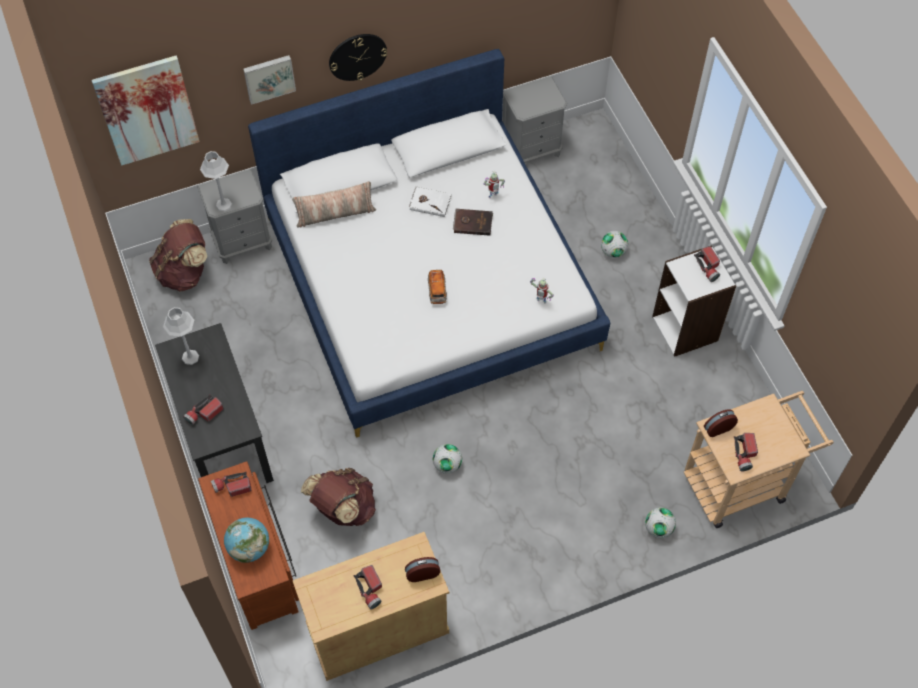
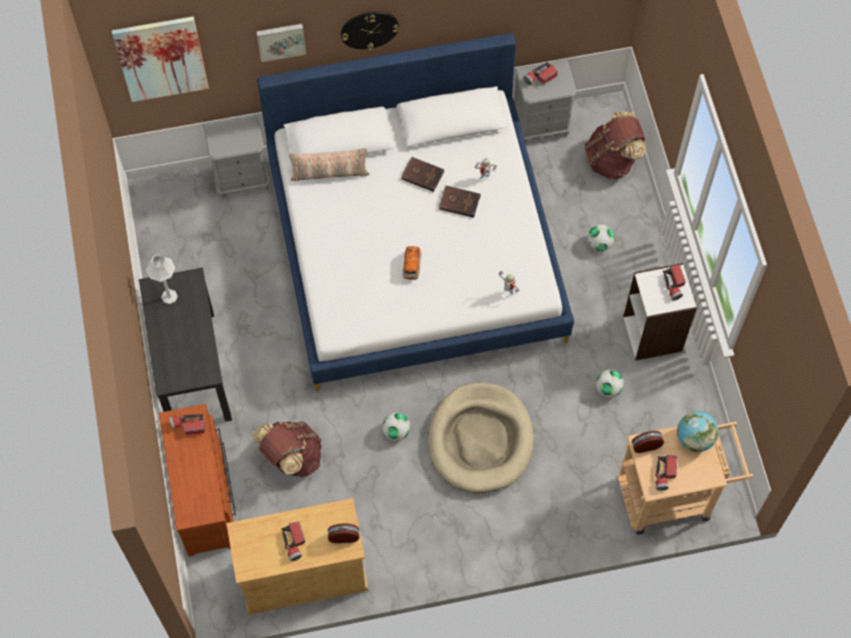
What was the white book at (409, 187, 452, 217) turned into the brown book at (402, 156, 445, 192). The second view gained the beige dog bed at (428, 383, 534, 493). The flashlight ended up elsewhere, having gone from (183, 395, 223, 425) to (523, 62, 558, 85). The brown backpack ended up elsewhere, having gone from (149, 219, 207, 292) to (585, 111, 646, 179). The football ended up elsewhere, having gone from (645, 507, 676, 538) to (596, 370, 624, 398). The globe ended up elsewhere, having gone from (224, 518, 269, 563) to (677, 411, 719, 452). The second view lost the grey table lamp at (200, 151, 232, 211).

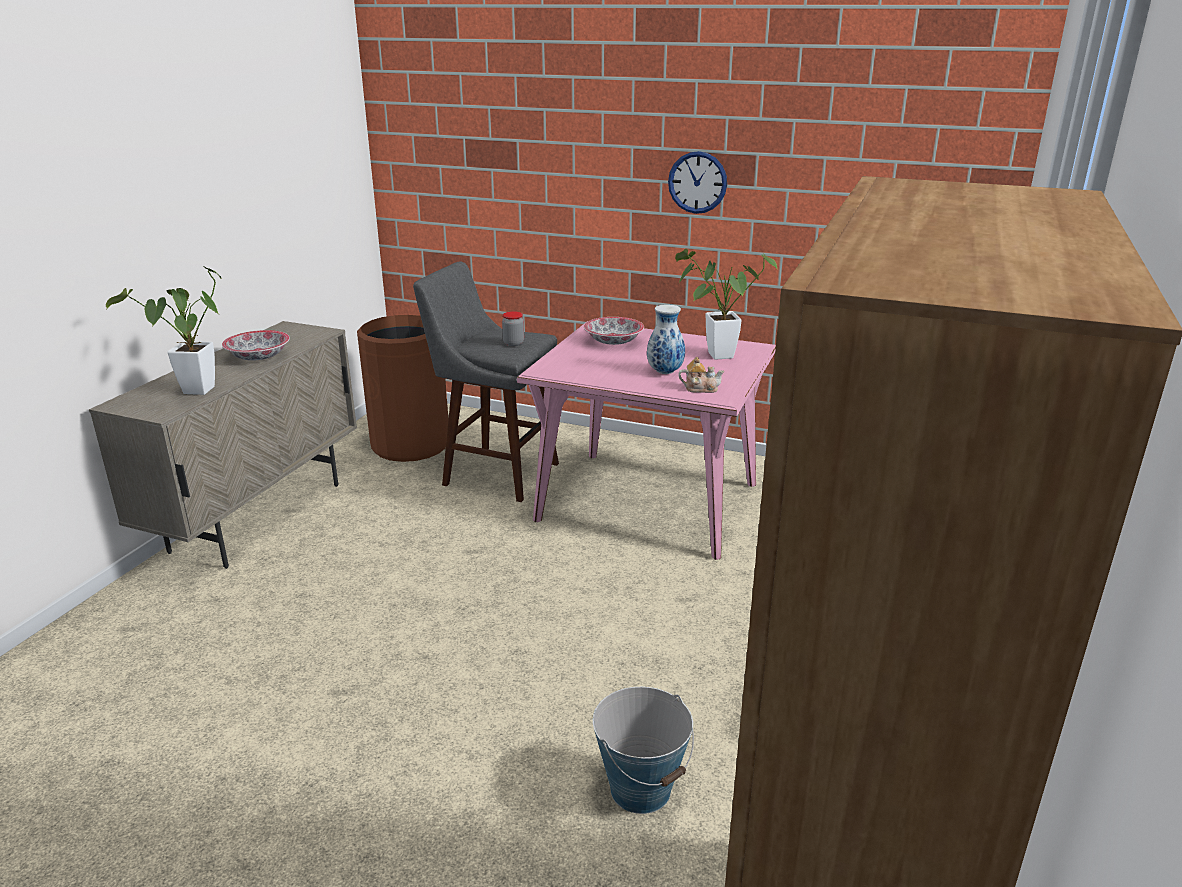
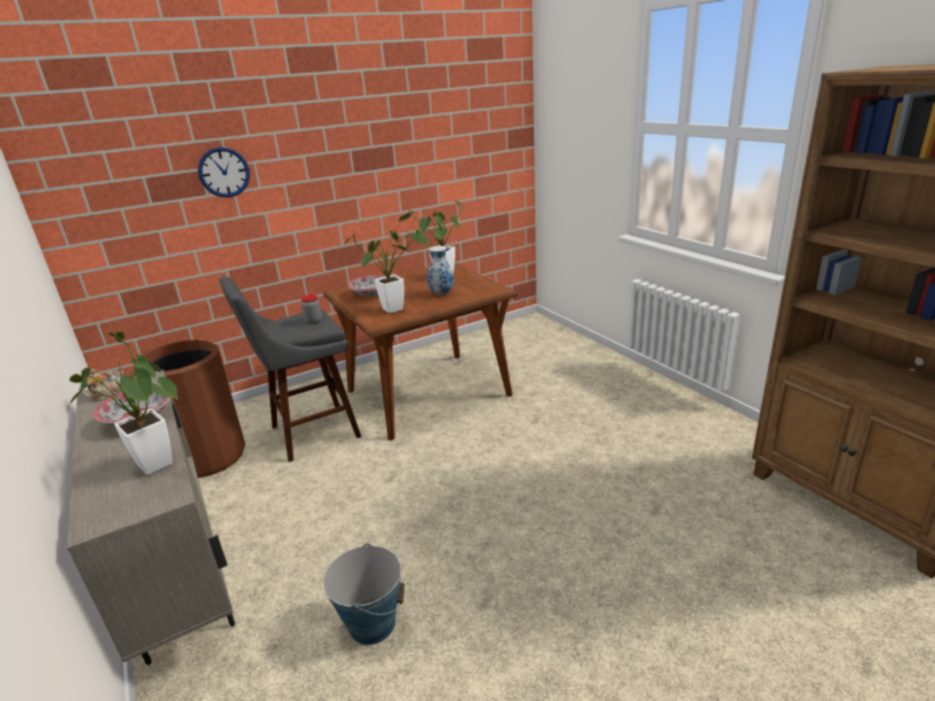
The teapot ended up elsewhere, having gone from (678, 357, 725, 393) to (79, 369, 123, 401). The wall clock ended up elsewhere, having gone from (668, 151, 727, 214) to (198, 147, 250, 197). What was the pink dining table at (517, 321, 776, 560) turned into the brown dining table at (323, 263, 517, 440). The bucket ended up elsewhere, having gone from (593, 687, 694, 814) to (323, 543, 405, 645). The second view gained the potted plant at (345, 229, 429, 313).

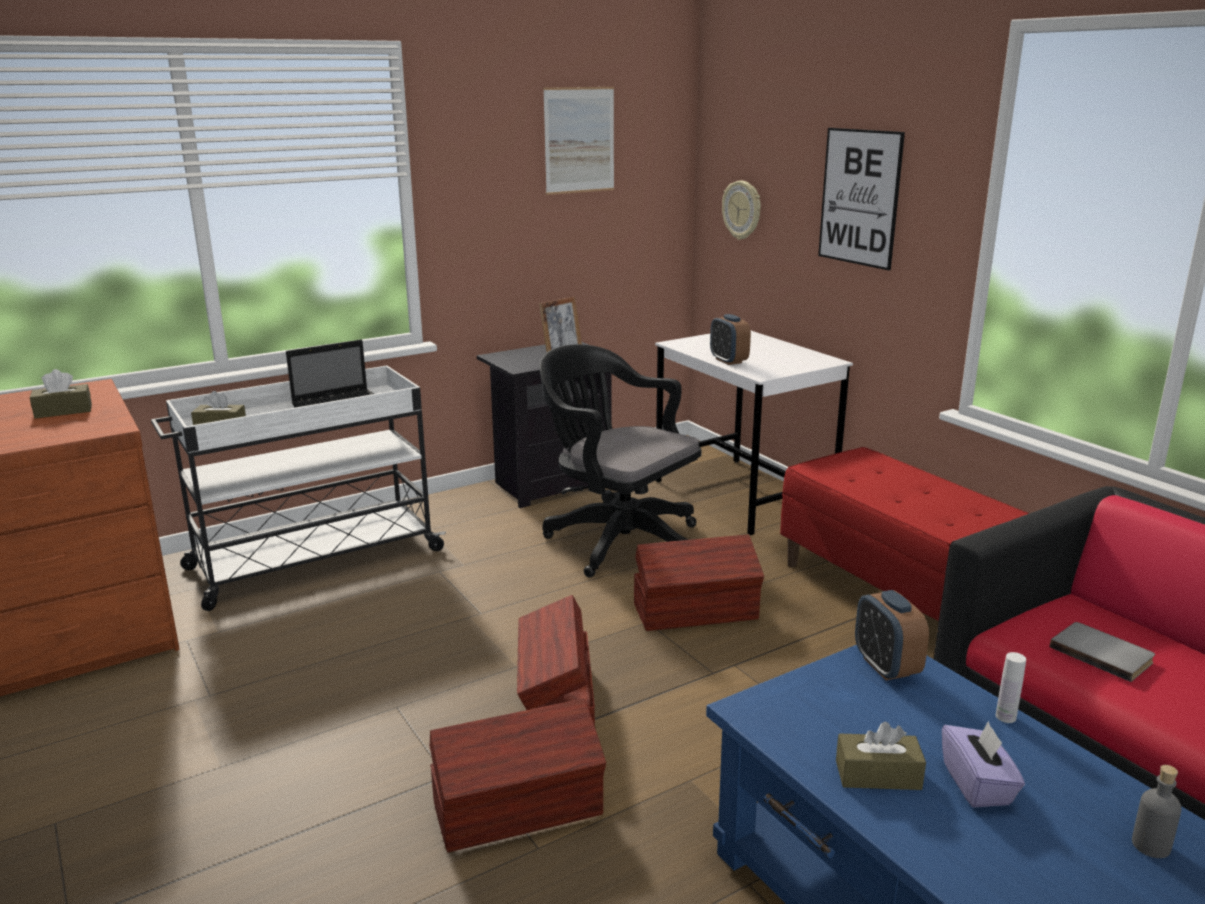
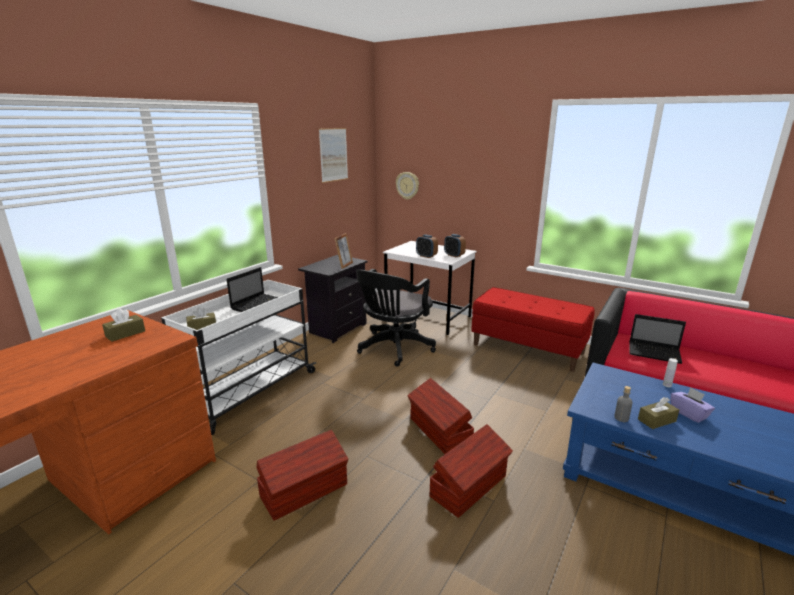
The brown storage box ended up elsewhere, having gone from (634, 534, 764, 631) to (256, 430, 348, 521). The black office chair at (540, 344, 701, 577) ended up facing another way, 75 degrees counterclockwise from before. The alarm clock ended up elsewhere, having gone from (855, 590, 929, 680) to (444, 234, 466, 257). The grey bottle ended up elsewhere, having gone from (1132, 765, 1182, 858) to (614, 386, 633, 422). Where the grey book stood at (1050, 622, 1155, 682), the laptop came to stand at (629, 314, 686, 364). The second view lost the picture at (818, 128, 905, 270).

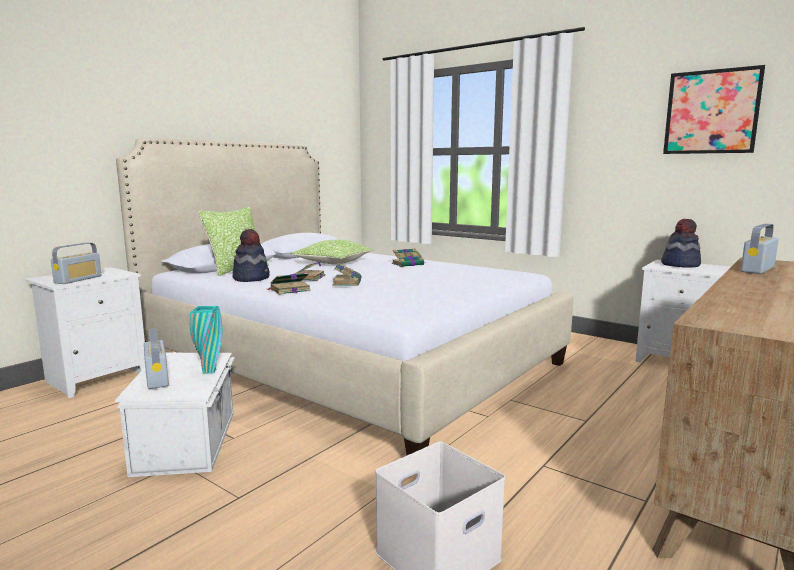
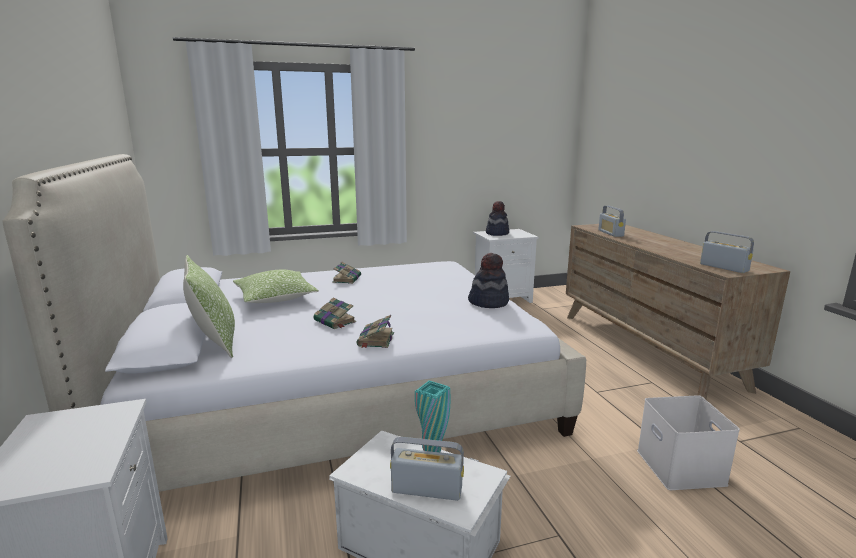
The hat ended up elsewhere, having gone from (233, 229, 270, 282) to (468, 253, 509, 308). The radio ended up elsewhere, having gone from (51, 243, 102, 284) to (700, 231, 754, 273). The second view lost the book at (332, 263, 361, 286). The second view lost the picture at (663, 65, 765, 154).

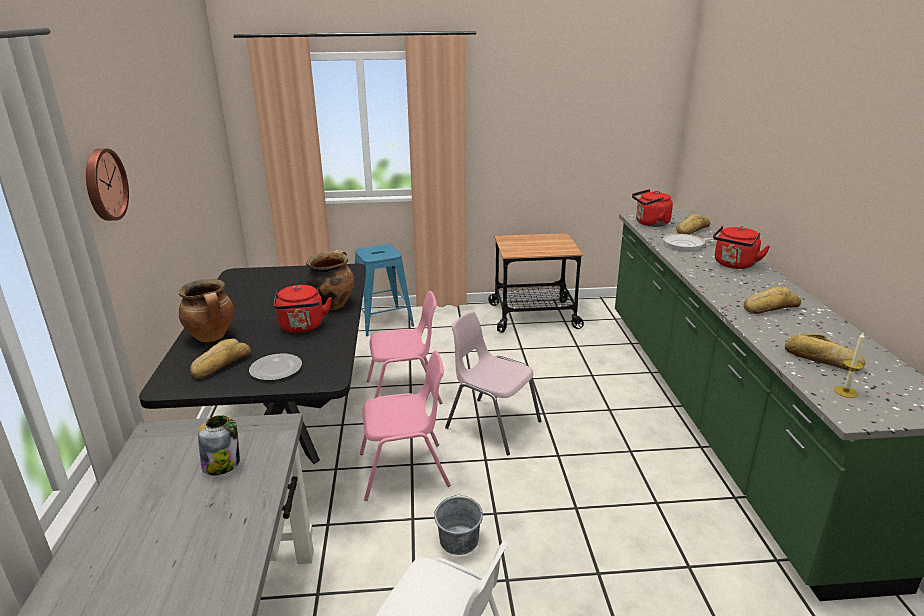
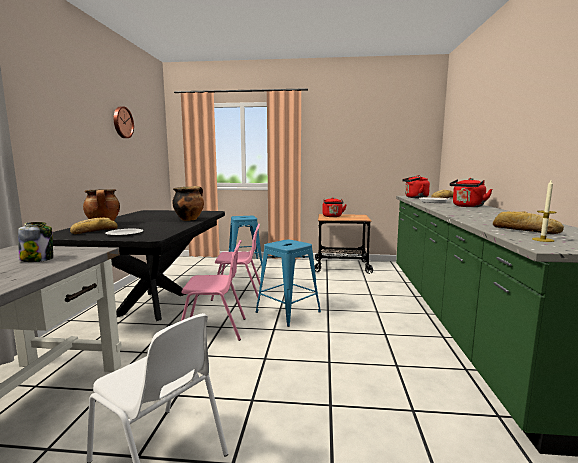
The wall clock ended up elsewhere, having gone from (86, 149, 129, 221) to (114, 107, 134, 138). Where the pink chair stood at (445, 311, 541, 455), the blue stool came to stand at (256, 239, 321, 327). The red kettle ended up elsewhere, having gone from (274, 285, 332, 333) to (322, 197, 347, 217). The second view lost the grey bucket at (434, 495, 483, 555). The second view lost the bread at (744, 286, 801, 314).

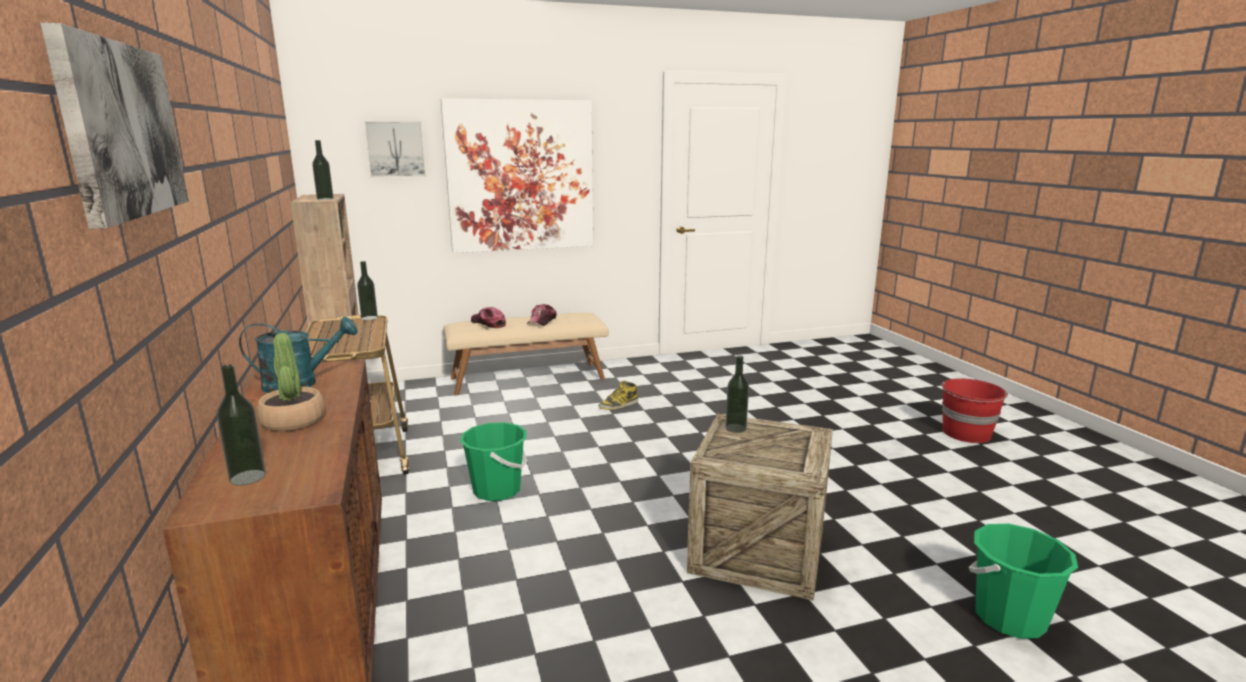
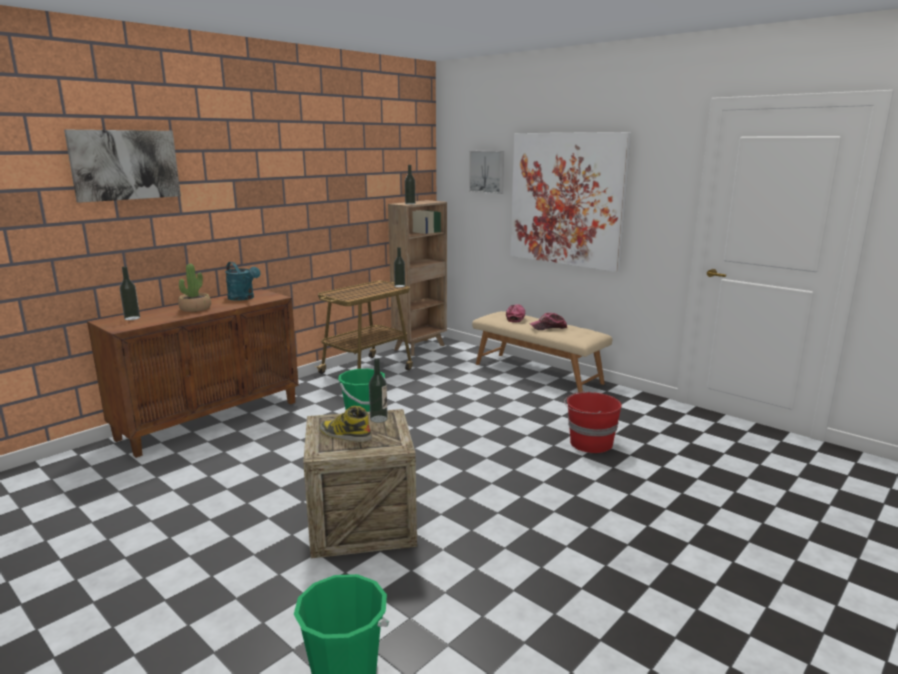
The boot ended up elsewhere, having gone from (598, 381, 638, 410) to (319, 406, 372, 442). The red bucket ended up elsewhere, having gone from (941, 378, 1008, 443) to (564, 391, 622, 453).

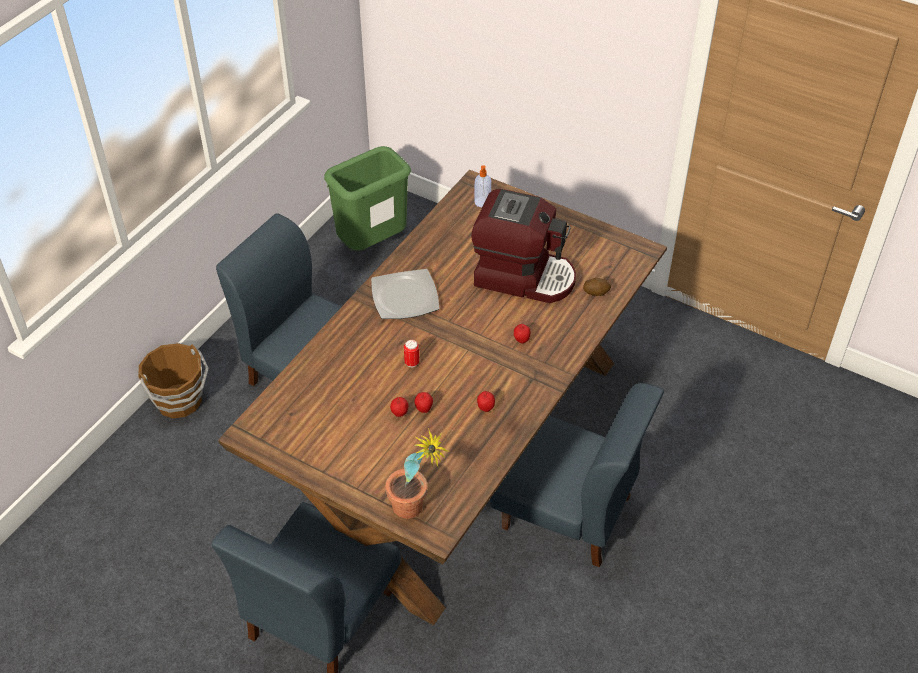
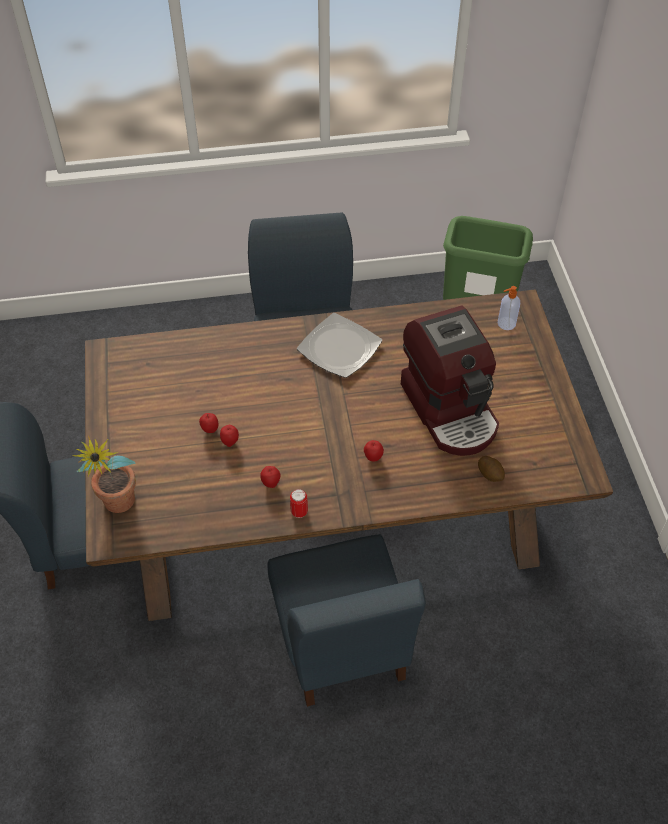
The can ended up elsewhere, having gone from (404, 340, 420, 367) to (290, 489, 308, 518). The second view lost the brown bucket at (138, 343, 209, 418).

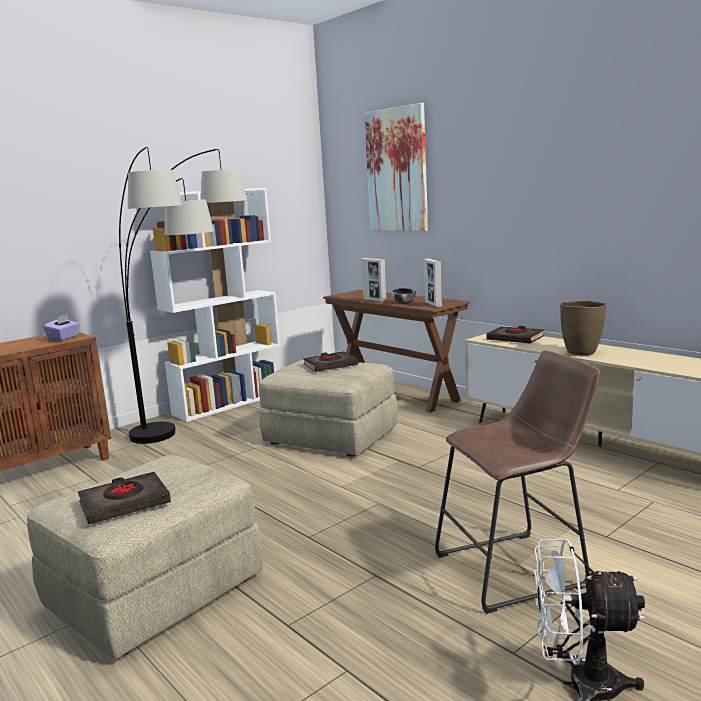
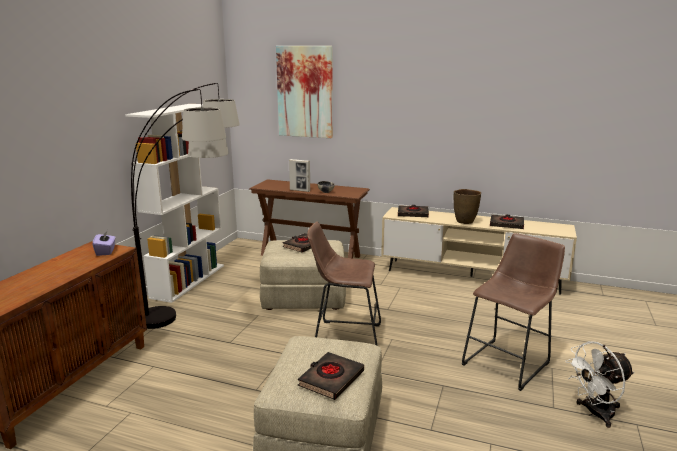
The second view gained the brown stool at (307, 222, 381, 346). The second view gained the black book at (490, 215, 524, 229). The second view lost the picture frame at (424, 259, 442, 307).

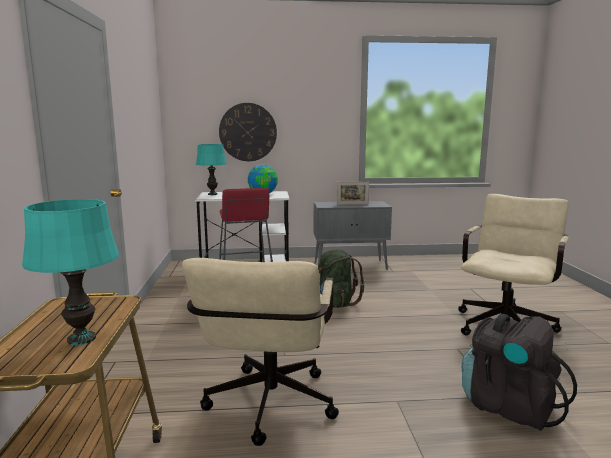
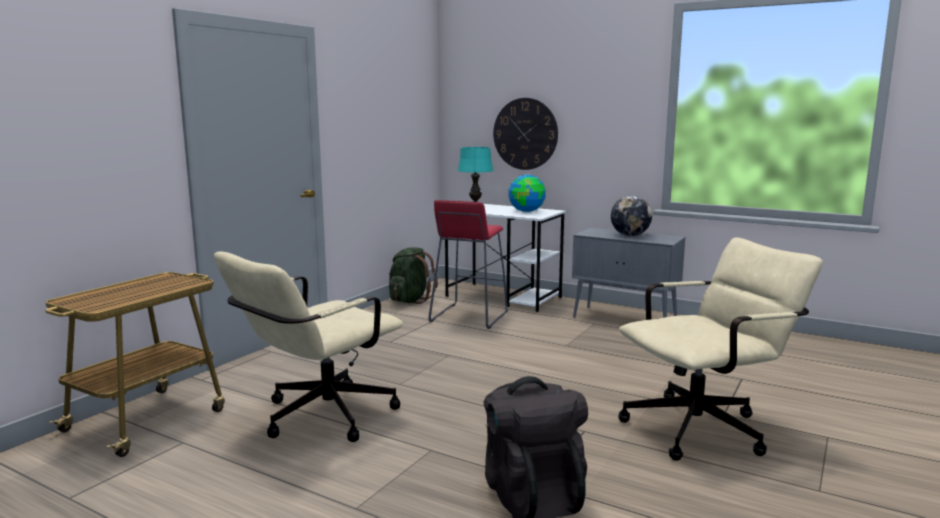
The green backpack ended up elsewhere, having gone from (318, 249, 365, 308) to (388, 247, 438, 304). Where the picture frame stood at (337, 182, 369, 205), the globe came to stand at (611, 196, 652, 236). The second view lost the turquoise table lamp at (22, 199, 119, 345).

